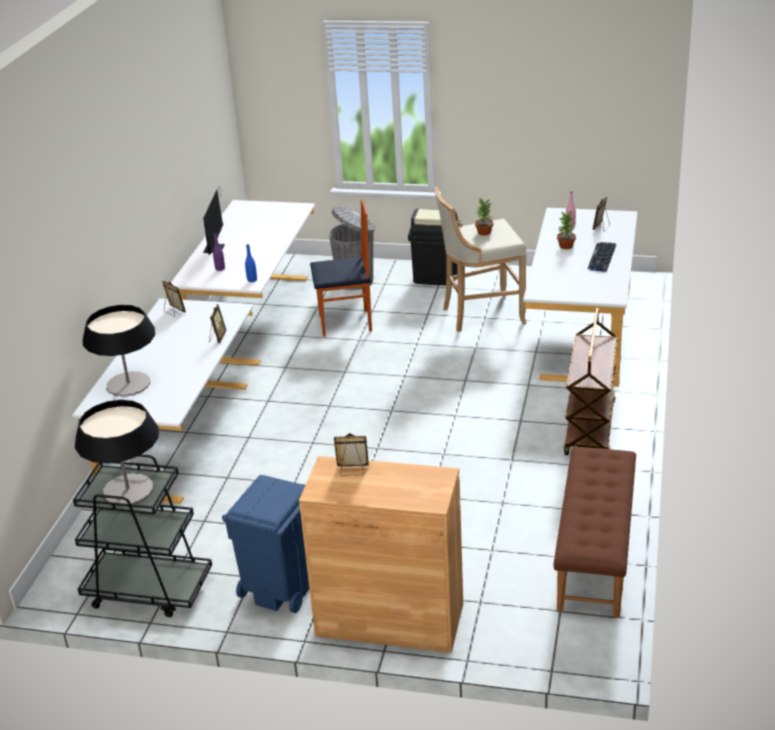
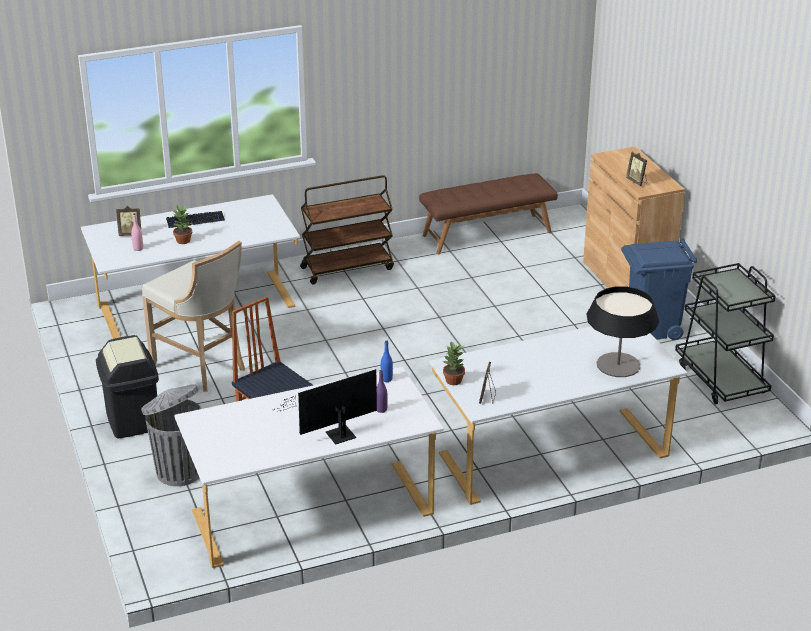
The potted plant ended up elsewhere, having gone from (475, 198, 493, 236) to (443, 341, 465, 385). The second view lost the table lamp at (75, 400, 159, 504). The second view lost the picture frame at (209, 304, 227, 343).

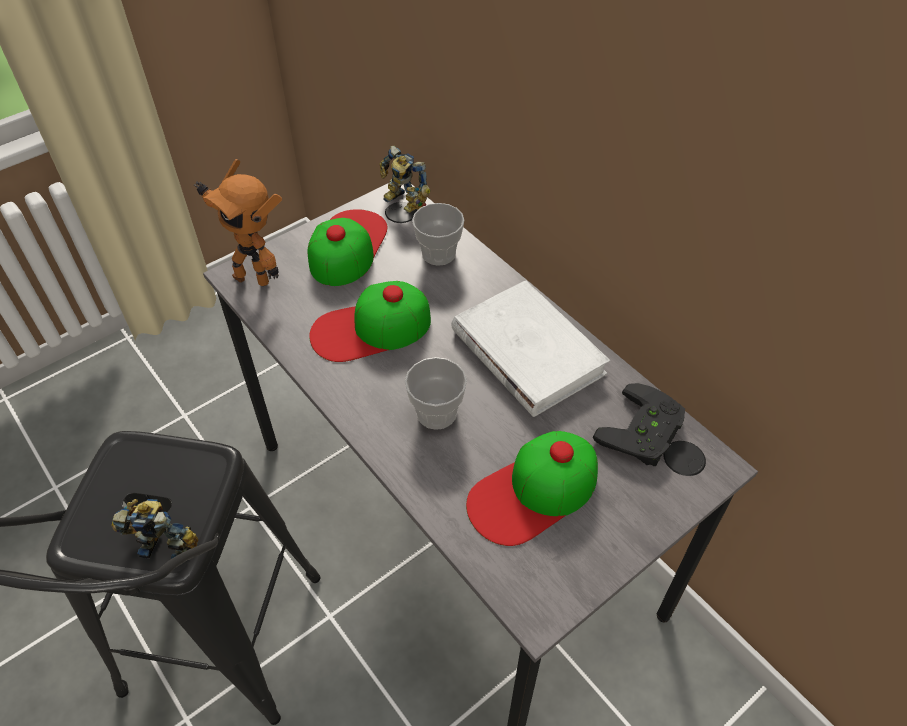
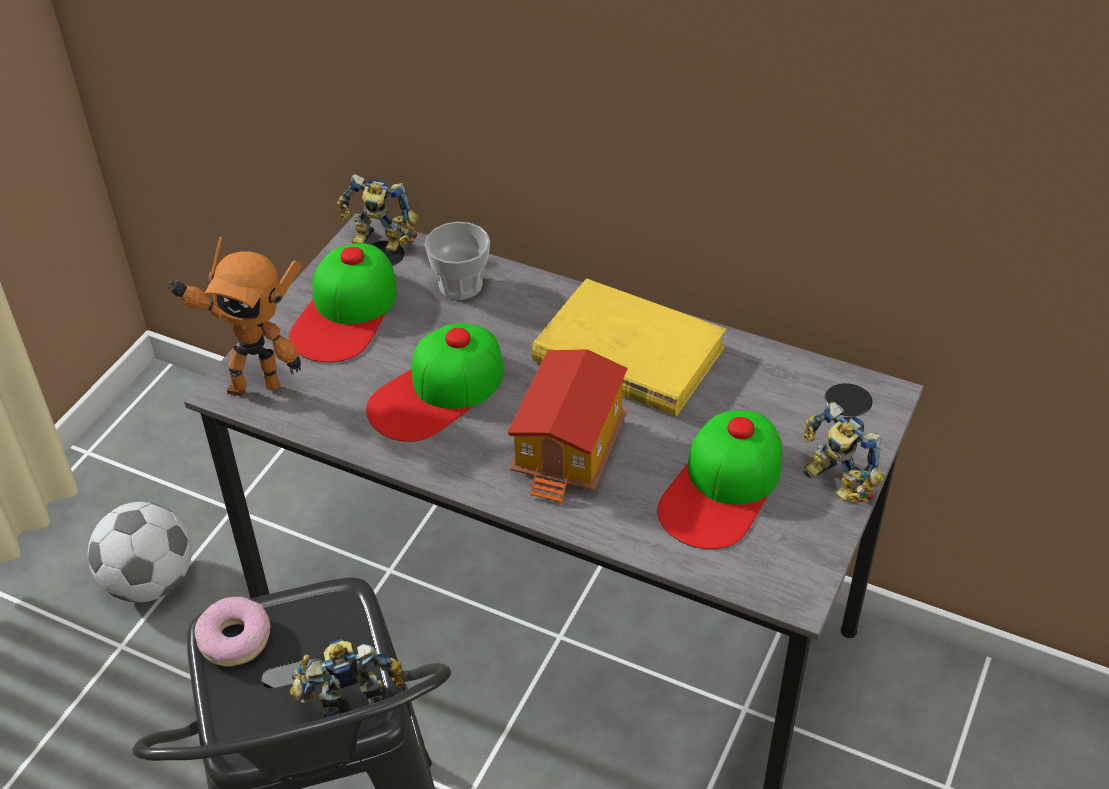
The second view gained the football at (88, 502, 192, 602). The second view gained the donut at (195, 596, 271, 667). The cap at (308, 209, 387, 286) ended up facing another way, 150 degrees counterclockwise from before. Where the cup stood at (405, 357, 467, 430), the toy house came to stand at (507, 349, 628, 504). What was the white book at (451, 280, 610, 417) turned into the yellow book at (531, 279, 727, 416). The second view gained the toy robot at (803, 402, 884, 503). The second view lost the black game controller at (593, 383, 685, 466).

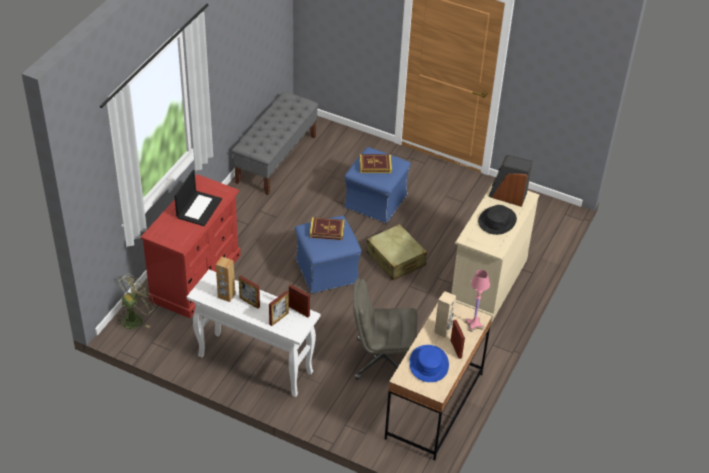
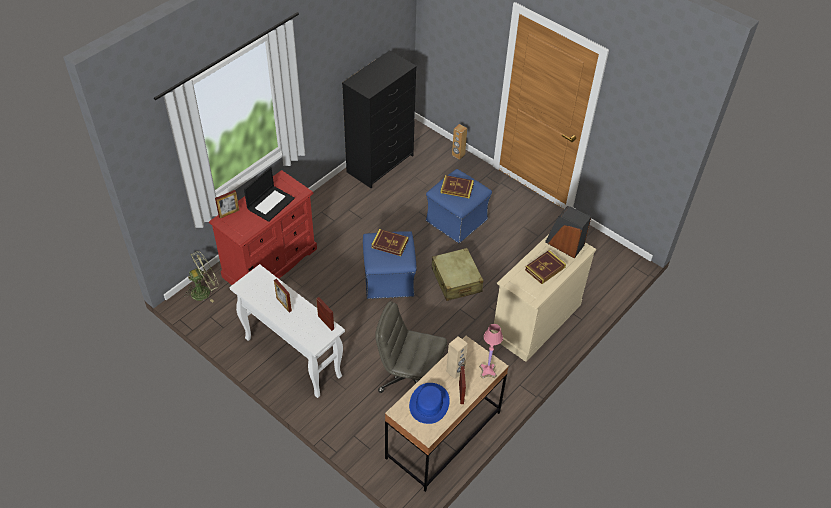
The picture frame ended up elsewhere, having gone from (269, 291, 289, 326) to (215, 190, 239, 218). Where the grey bench stood at (232, 92, 318, 195), the black dresser came to stand at (342, 51, 417, 188). The brown speaker ended up elsewhere, having gone from (216, 256, 236, 302) to (452, 124, 467, 160). Where the black hat stood at (478, 205, 517, 235), the book came to stand at (525, 250, 566, 284).

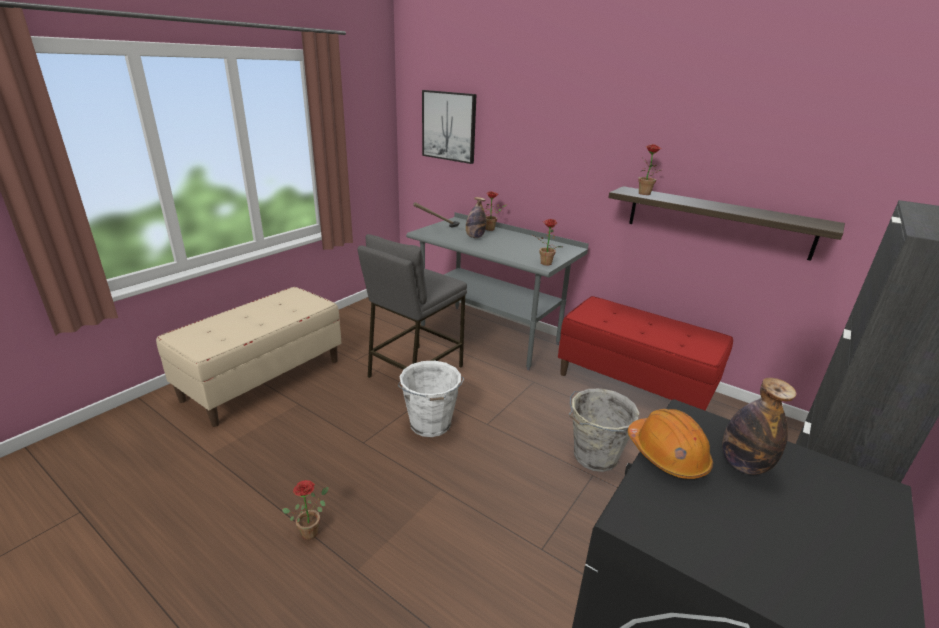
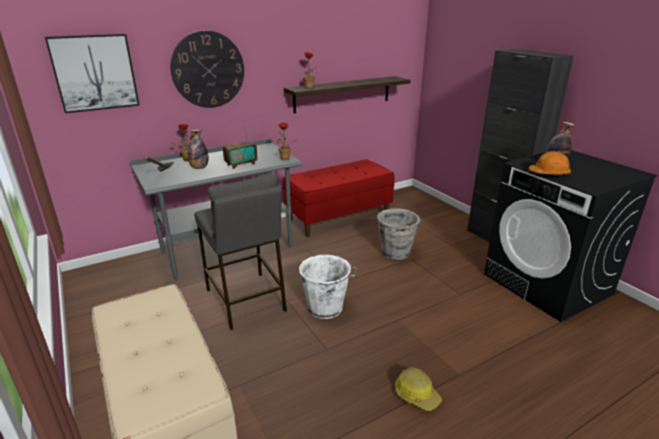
The second view gained the wall clock at (171, 30, 244, 108). The second view gained the radio at (223, 125, 258, 169). Where the potted plant stood at (282, 480, 329, 540), the hard hat came to stand at (395, 367, 442, 411).

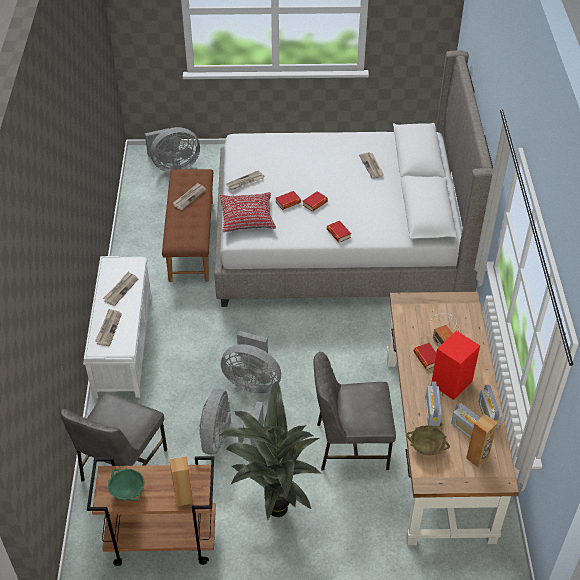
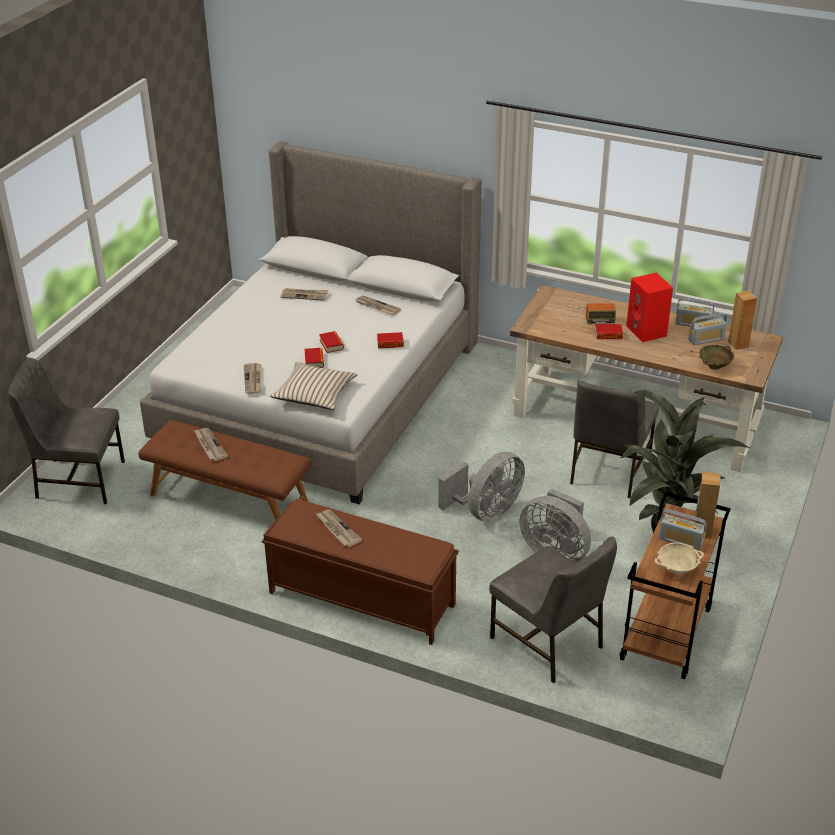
Where the grey fan stood at (145, 127, 200, 172), the grey chair came to stand at (7, 358, 125, 504). What was the white bench at (83, 256, 151, 398) turned into the brown bench at (262, 499, 459, 645). What was the red pillow at (220, 192, 276, 232) turned into the beige pillow at (270, 362, 358, 410). The newspaper ended up elsewhere, having gone from (95, 309, 122, 346) to (355, 295, 401, 315). What was the green bowl at (108, 468, 144, 501) turned into the beige bowl at (655, 543, 704, 575). The radio ended up elsewhere, having gone from (425, 382, 442, 426) to (659, 509, 706, 551).

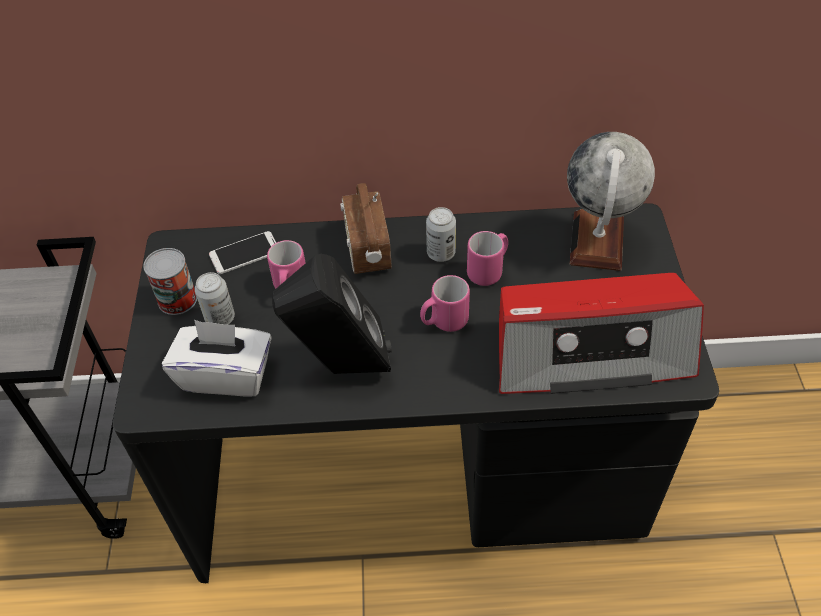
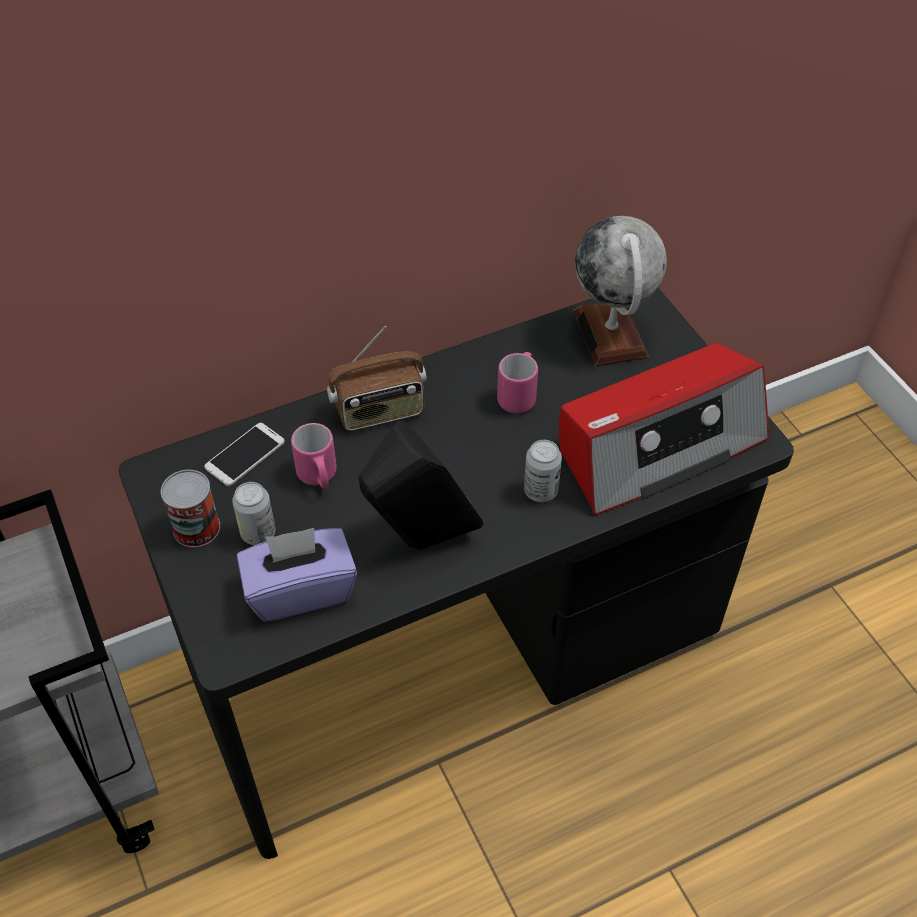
What was the white tissue box at (162, 320, 272, 396) turned into the purple tissue box at (237, 528, 357, 622). The radio at (340, 183, 392, 274) ended up facing another way, 75 degrees counterclockwise from before. The can ended up elsewhere, having gone from (426, 207, 456, 262) to (524, 440, 562, 502). The second view lost the pink mug at (420, 275, 470, 332).

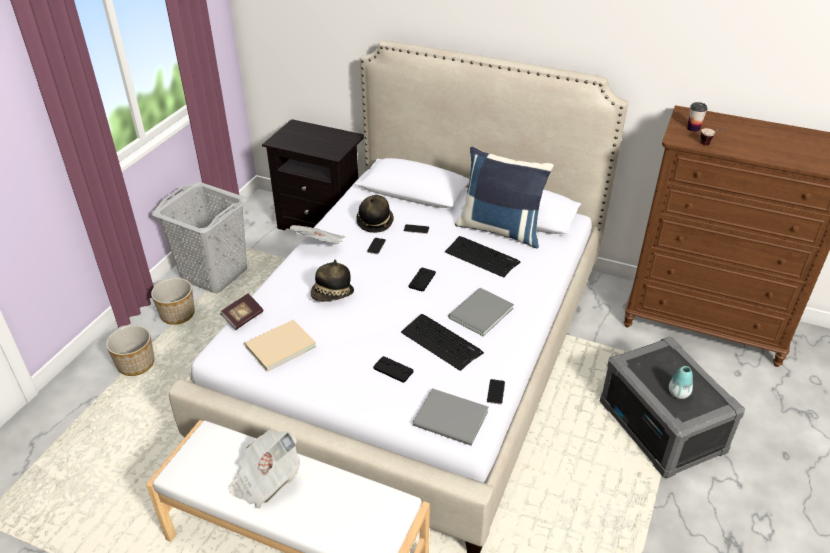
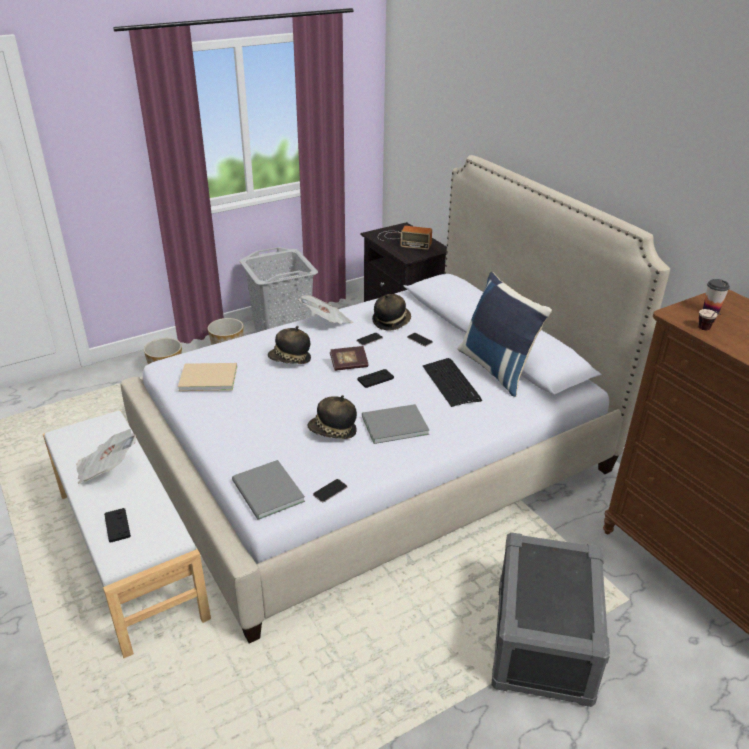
The black game controller ended up elsewhere, having gone from (373, 356, 413, 383) to (104, 508, 131, 543). Where the keyboard stood at (401, 314, 484, 371), the hat came to stand at (308, 395, 357, 439). The book ended up elsewhere, having gone from (220, 294, 263, 330) to (330, 346, 369, 371). The second view gained the radio at (378, 226, 432, 250). The second view lost the vase at (669, 366, 693, 399).

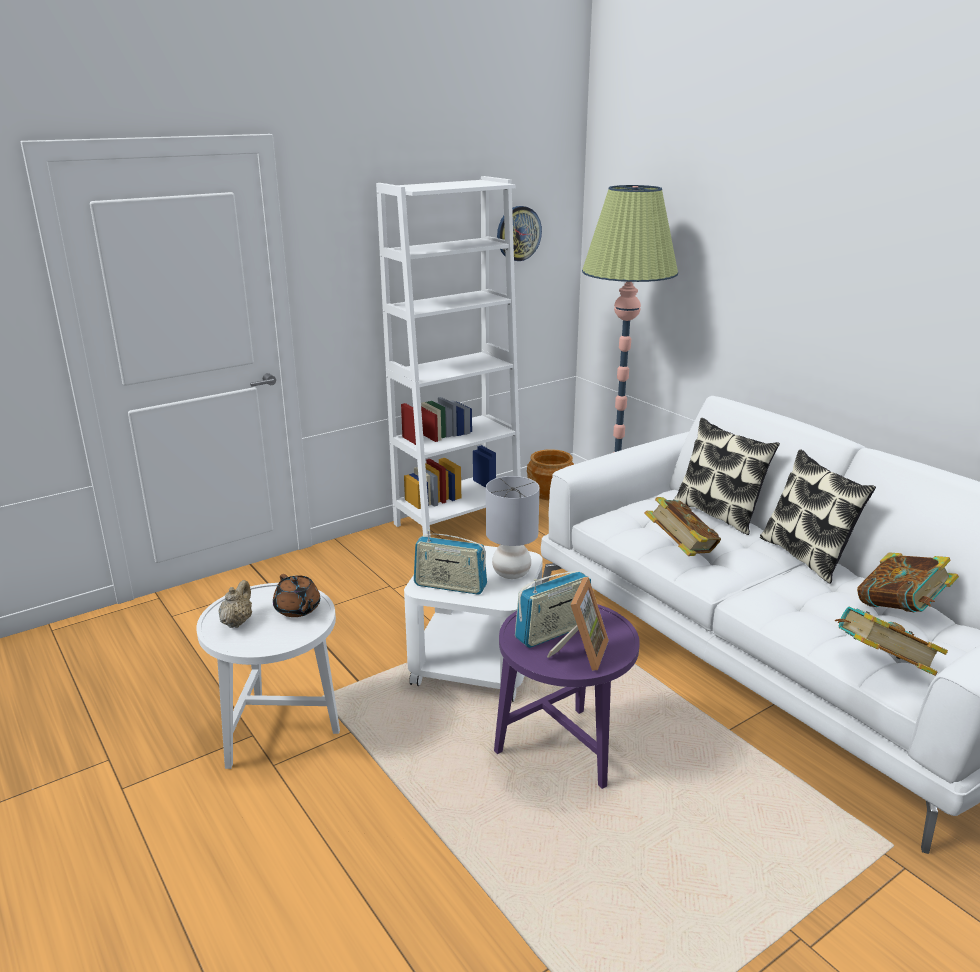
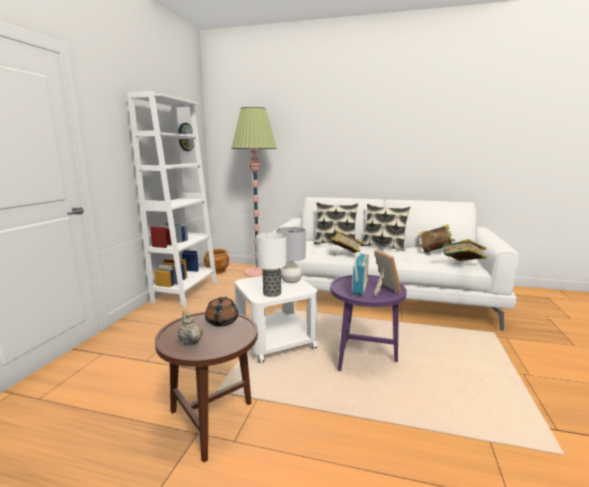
What was the white side table at (196, 583, 340, 769) turned into the brown side table at (155, 312, 258, 463). The brown teapot at (273, 574, 320, 617) ended up facing another way, 75 degrees clockwise from before. Where the radio stood at (414, 530, 487, 595), the table lamp came to stand at (256, 232, 287, 297).

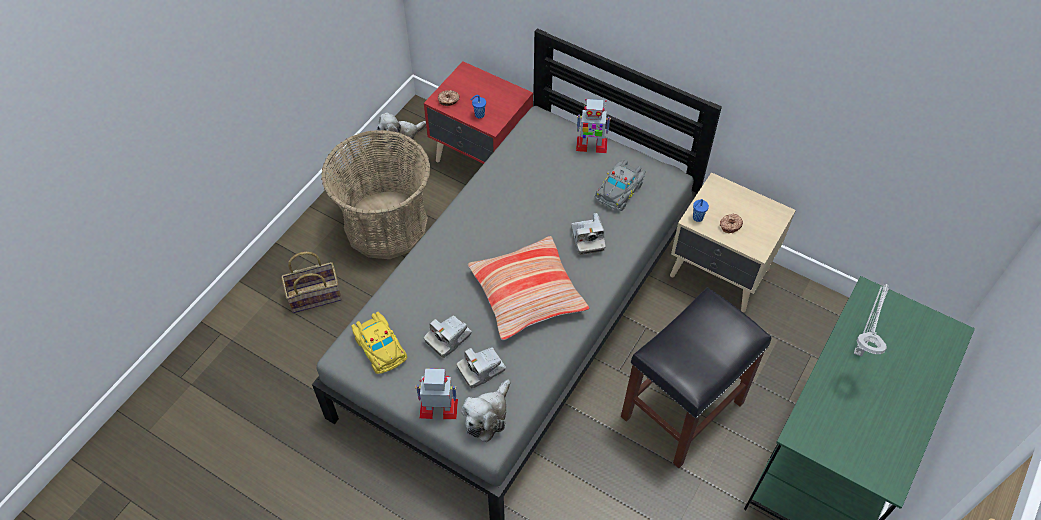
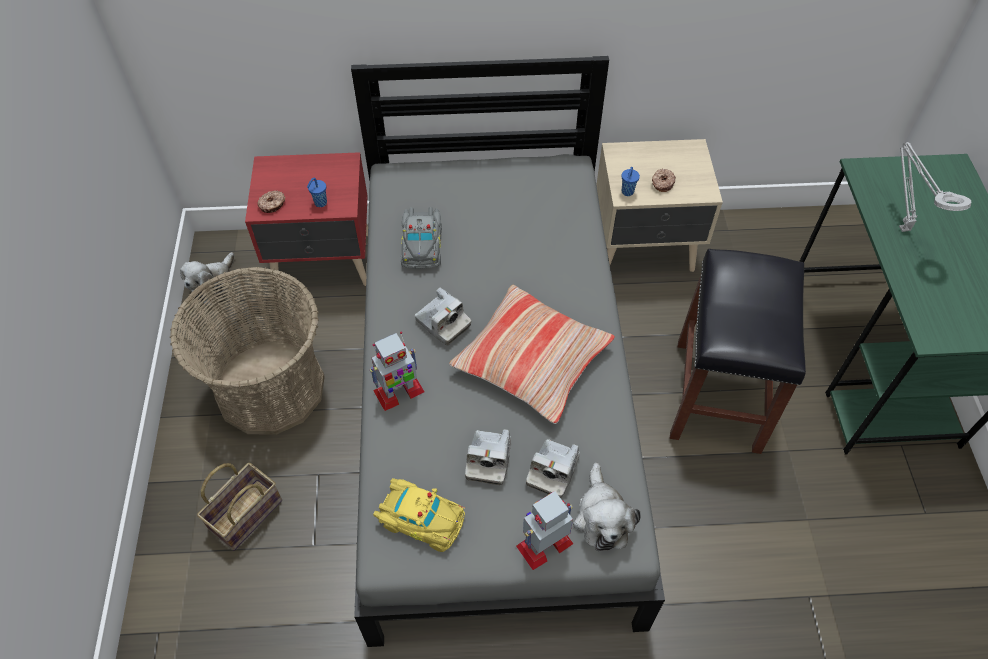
The toy robot ended up elsewhere, having gone from (576, 99, 611, 153) to (369, 332, 425, 411). The grey toy car ended up elsewhere, having gone from (595, 159, 646, 211) to (401, 207, 442, 268). The photo camera ended up elsewhere, having gone from (571, 213, 605, 255) to (415, 287, 471, 345).

